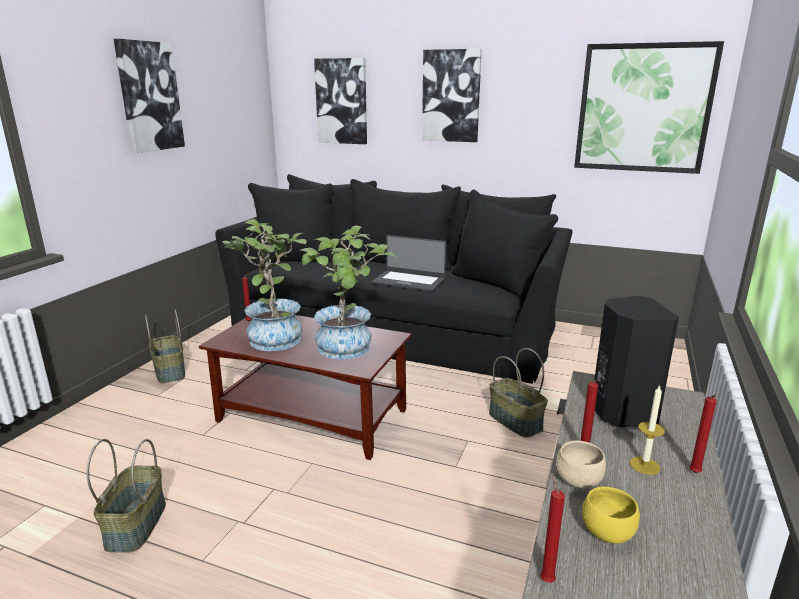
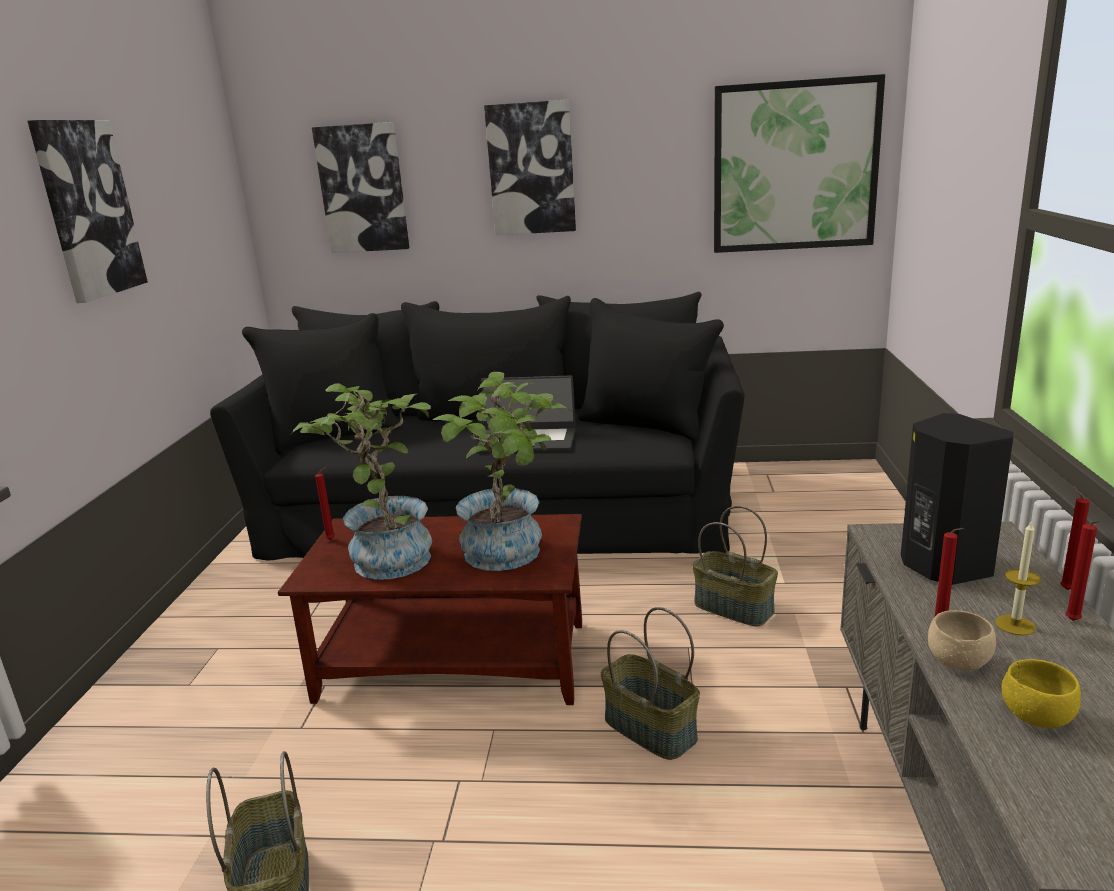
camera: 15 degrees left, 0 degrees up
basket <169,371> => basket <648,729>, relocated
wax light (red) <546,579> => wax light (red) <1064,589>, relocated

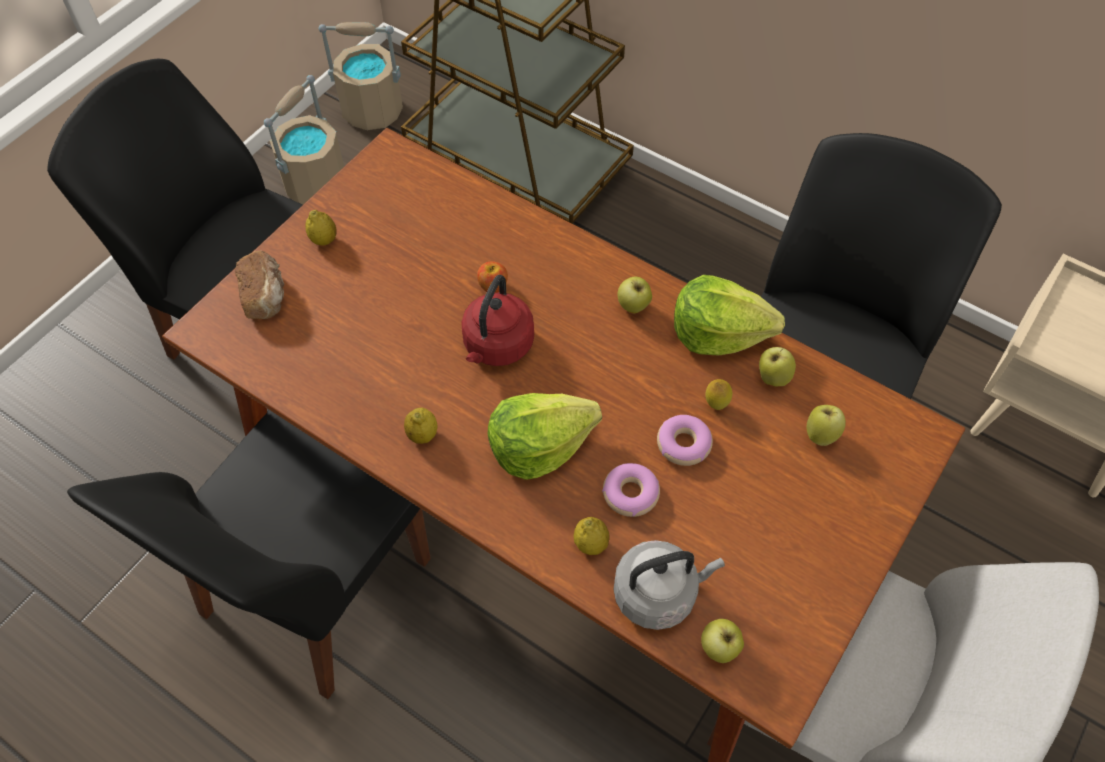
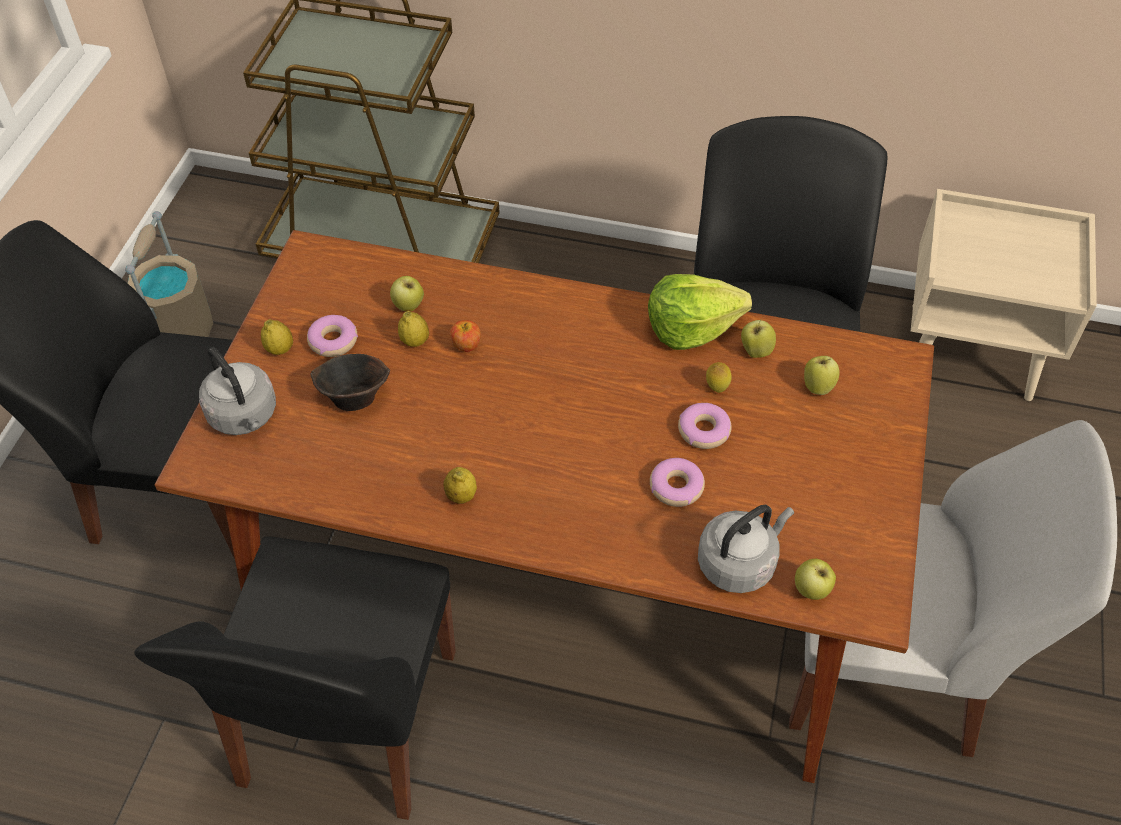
camera: 20 degrees left, 5 degrees down
bakery bread <265,295> => water kettle (greyish) <244,416>
bucket (beige-coloured) <372,111> => nothing
water kettle (red) <497,346> => nothing
lettuce head <539,445> => nothing
whole lemon <590,544> => whole lemon <415,341>, relocated
whole apple <633,307> => whole apple <409,307>, relocated
nothing => doughnut <333,341>
nothing => deep dish (brown-coloured) <353,397>

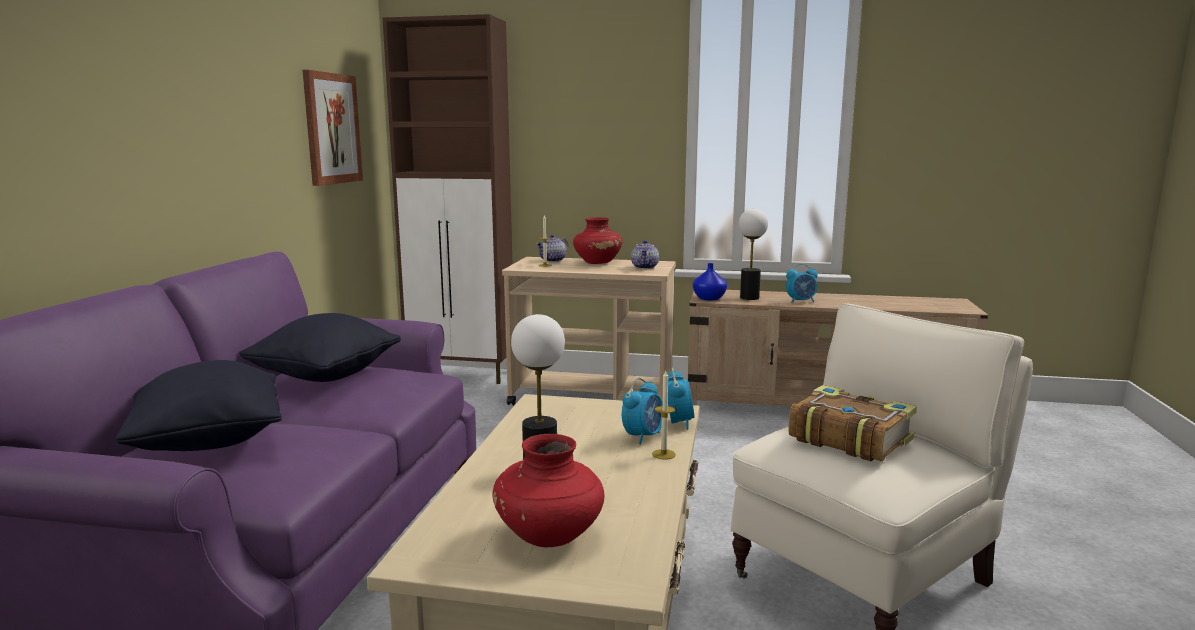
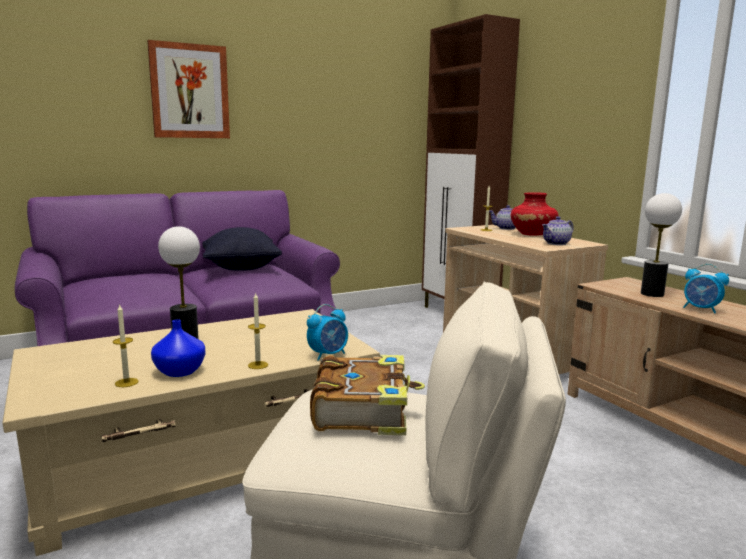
camera: 50 degrees right, 0 degrees up
pillow (black-coloured) <209,442> => nothing
wall picture <332,129> => wall picture <189,91>, relocated
vase (red) <550,536> => nothing
alarm clock <643,436> => nothing
vase (blue) <710,298> => vase (blue) <180,372>, relocated
nothing => wax light <126,382>

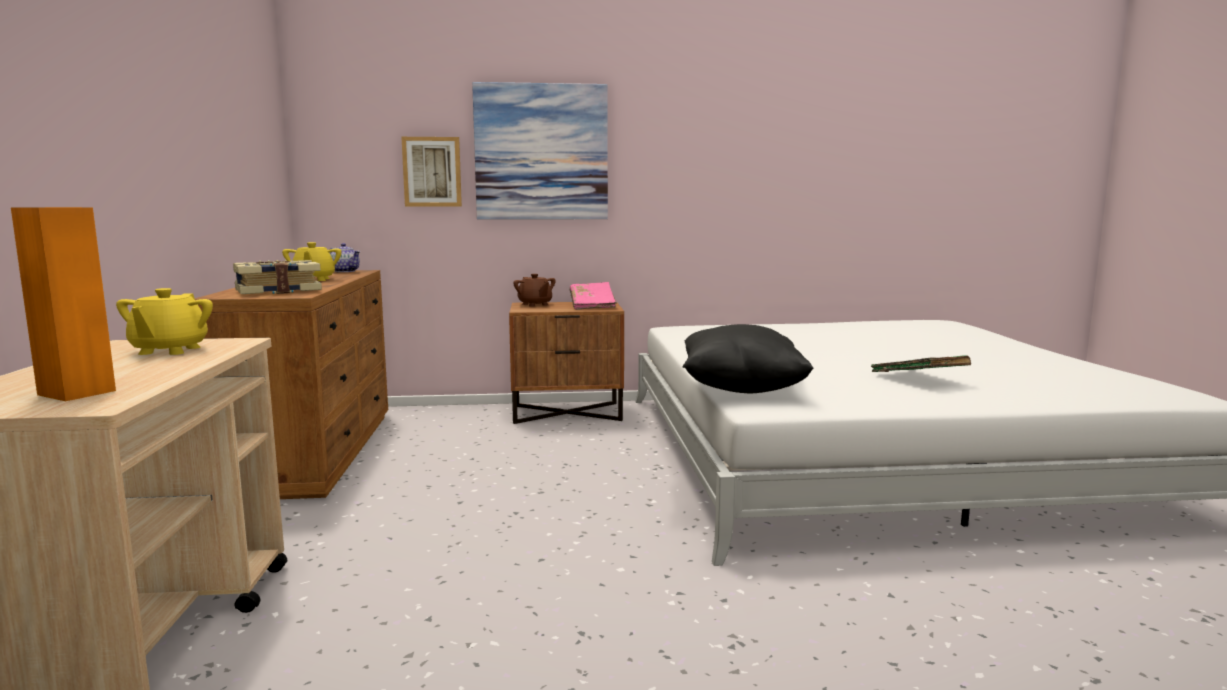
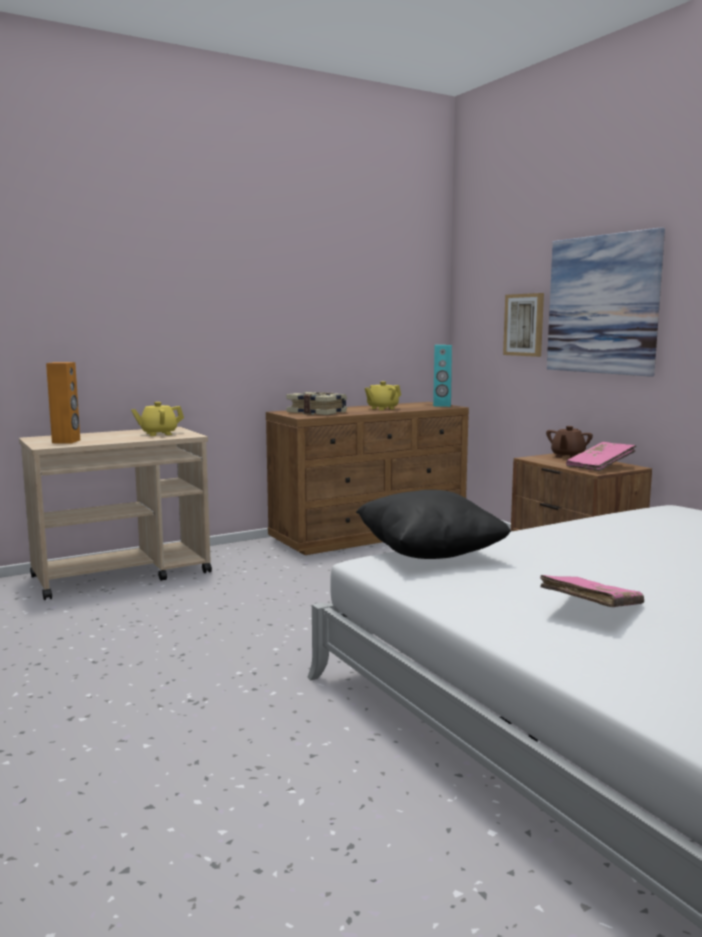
camera: 65 degrees right, 0 degrees up
tea pot <345,271> => audio speaker (turquoise) <442,405>
volume (green-coloured) <919,379> => volume (pink) <591,608>

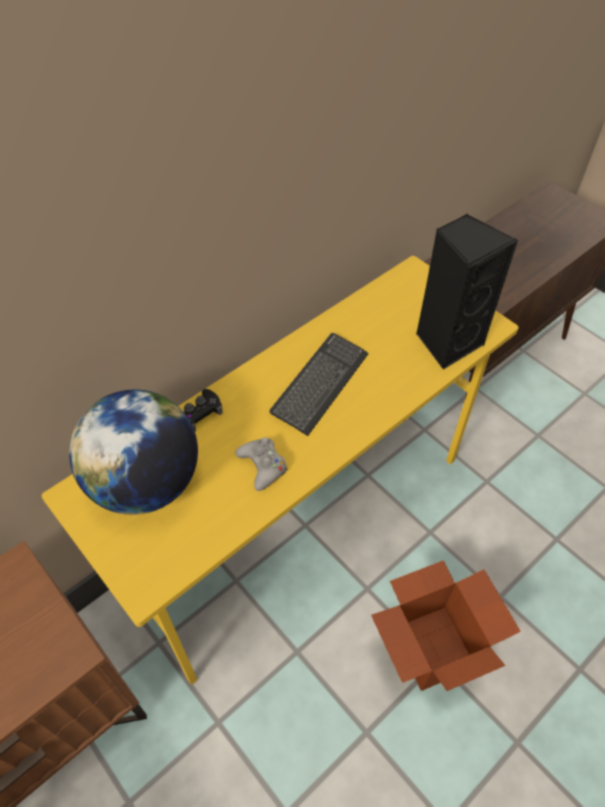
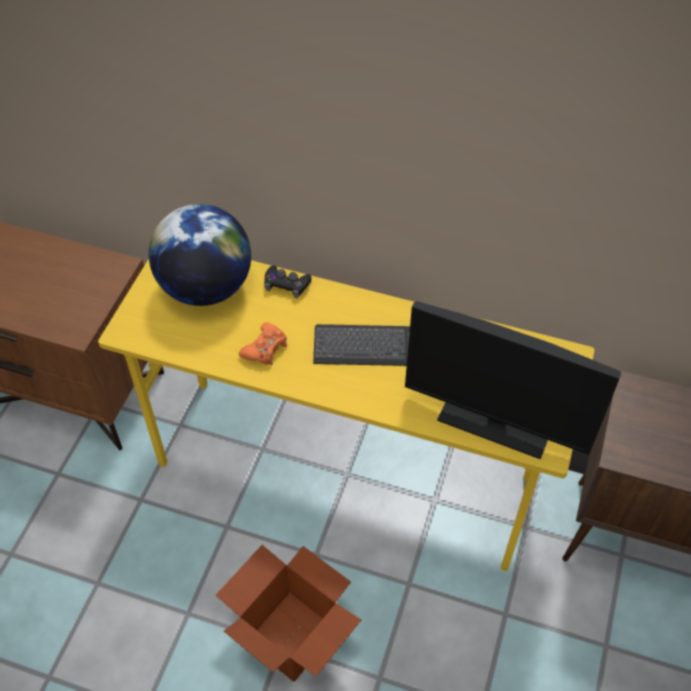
camera: 60 degrees right, 0 degrees up
joypad (greyish) <263,466> => joypad (orange) <265,349>
audio speaker (black-coloured) <447,342> => computer display <496,420>

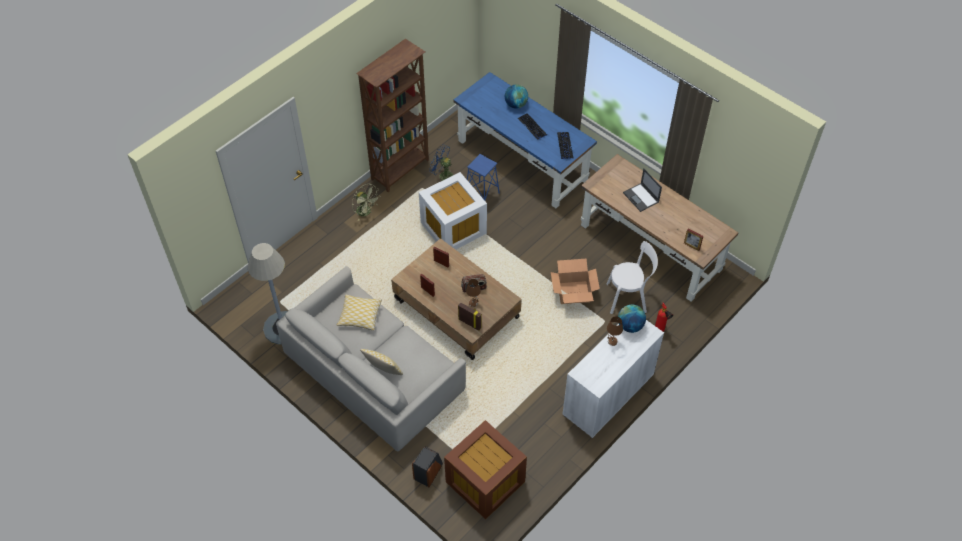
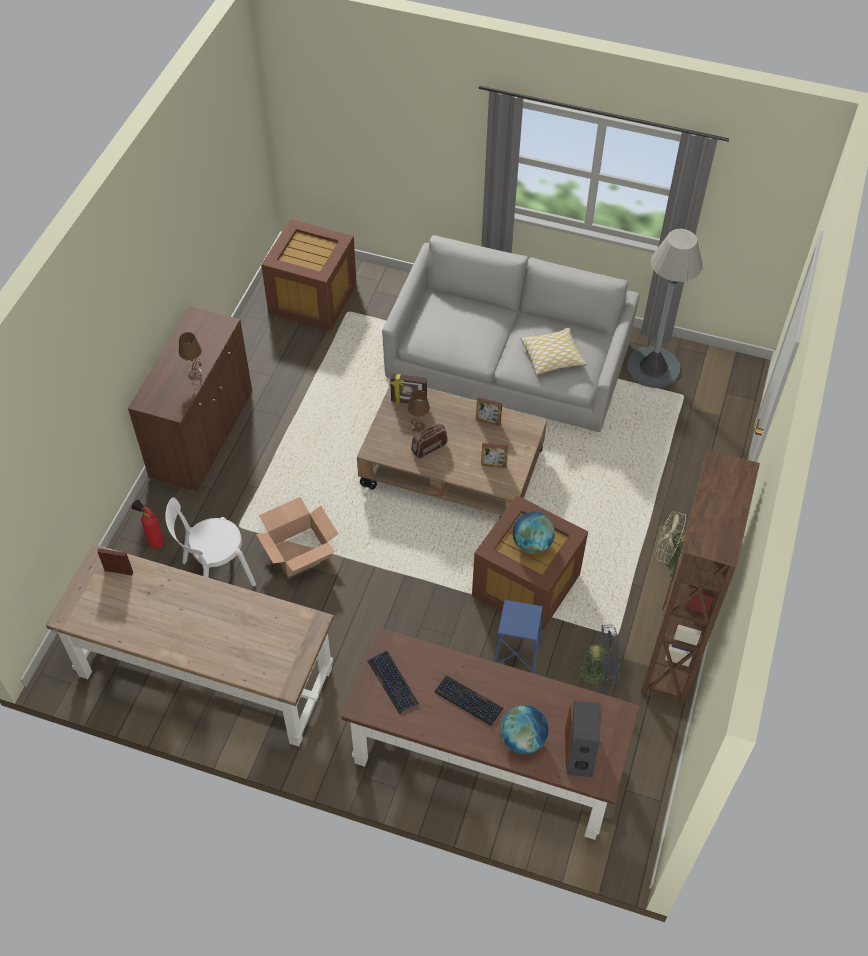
camera: 155 degrees right, 0 degrees up
pillow <383,371> => nothing
audio speaker <428,472> => audio speaker <580,751>, relocated
storage bin (white) <453,227> => storage bin (brown-coloured) <526,586>
desk (blue) <522,160> => desk (brown-coloured) <485,759>
cabinet (white) <608,394> => cabinet (brown-coloured) <202,434>
globe <630,326> => globe <532,544>, relocated
laptop <641,198> => nothing

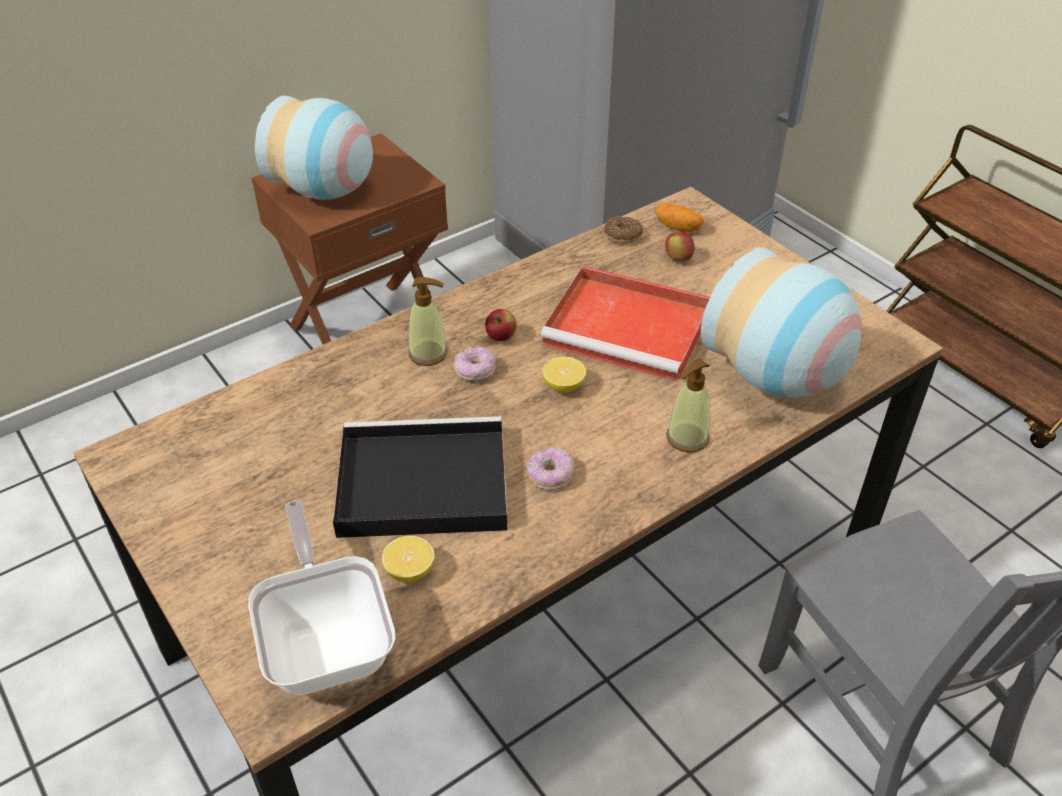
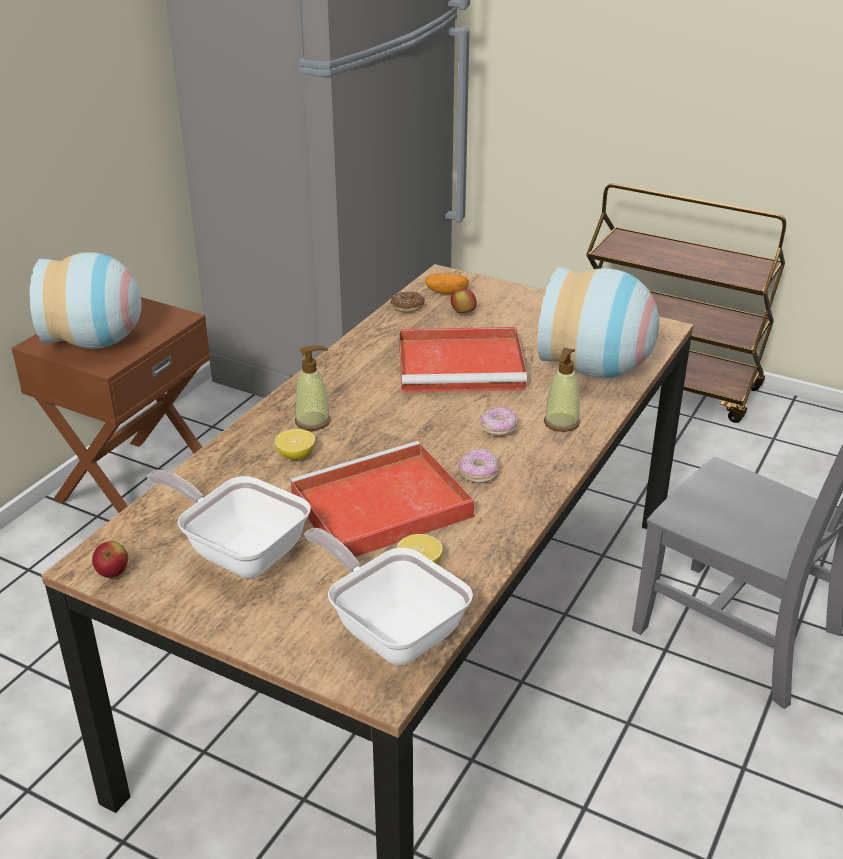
camera: 25 degrees left, 10 degrees down
tray (black-coloured) <419,483> => tray (red) <378,508>
doughnut <475,372> => doughnut <499,429>, relocated
whole apple <501,337> => whole apple <113,573>, relocated
whole lemon <563,386> => whole lemon <296,455>, relocated
nothing => pan <239,550>

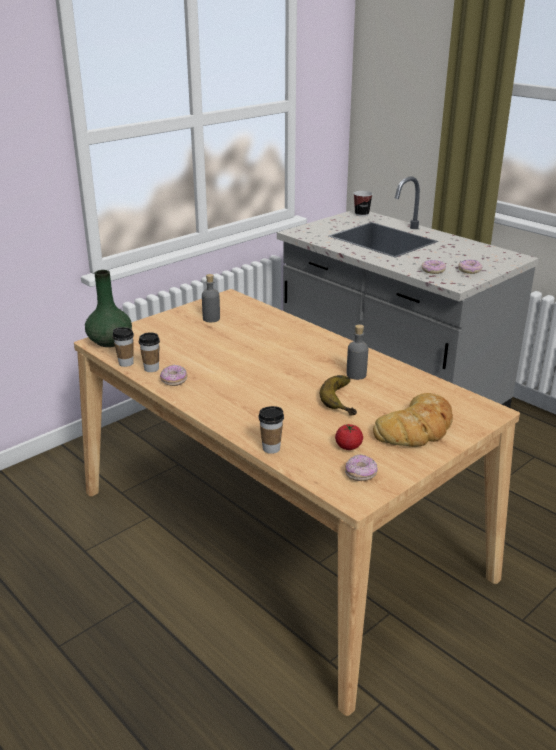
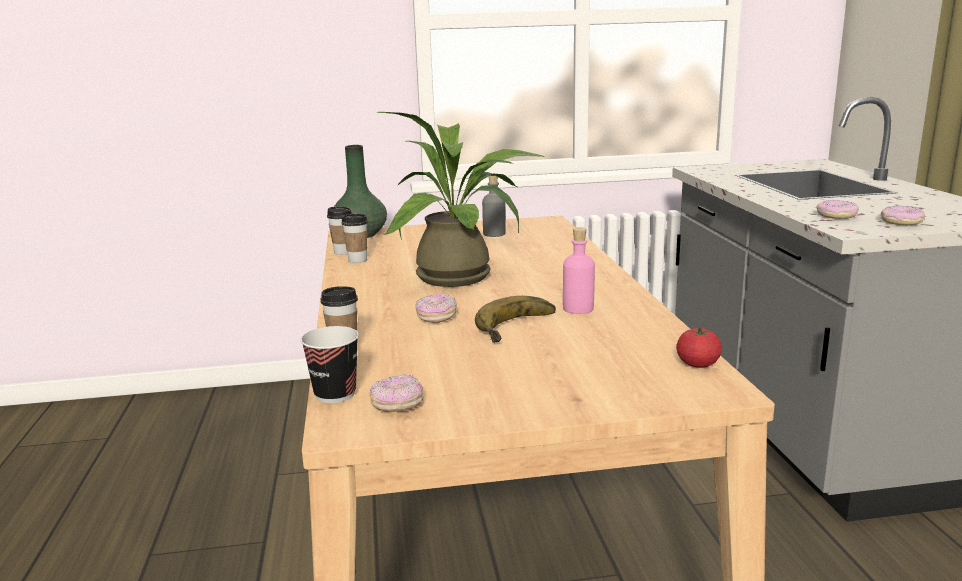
camera: 35 degrees right, 10 degrees down
doughnut <174,381> => doughnut <436,317>, relocated
fresh tomato <348,446> => fresh tomato <697,364>, relocated
drink bottle (greyish) <356,375> => drink bottle (pink) <578,308>
drinking cup <361,214> => drinking cup <335,394>, relocated
bakery bread <417,428> => nothing
nothing => potted plant <463,276>

